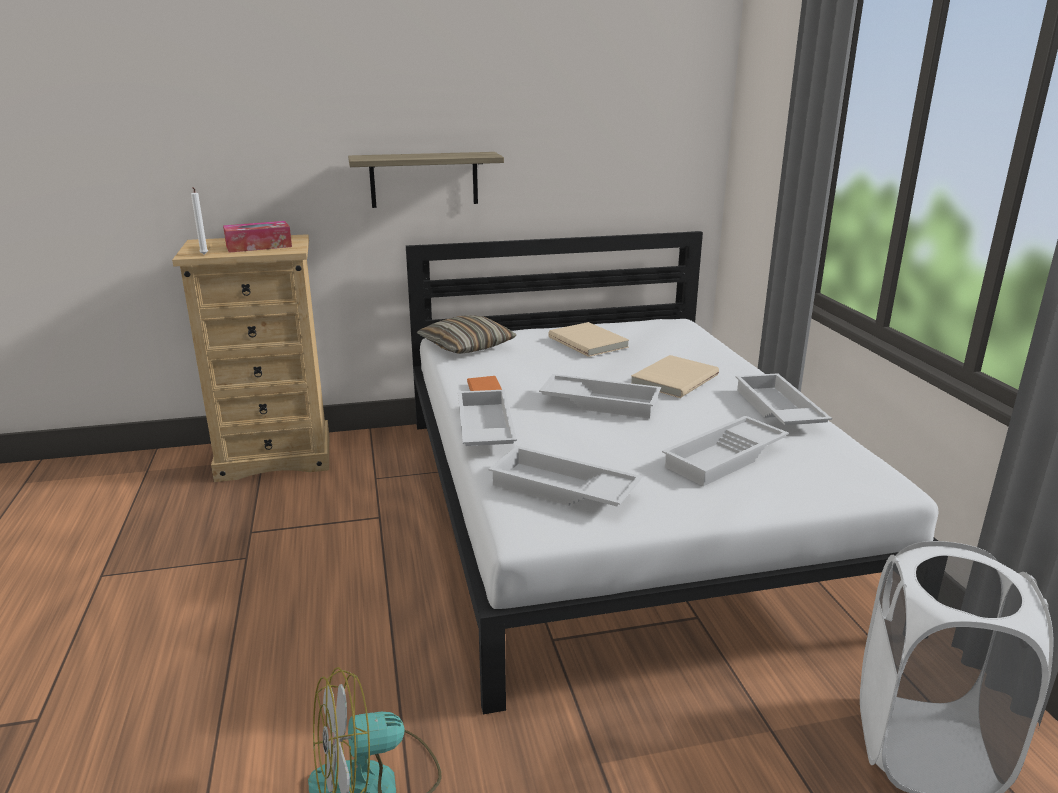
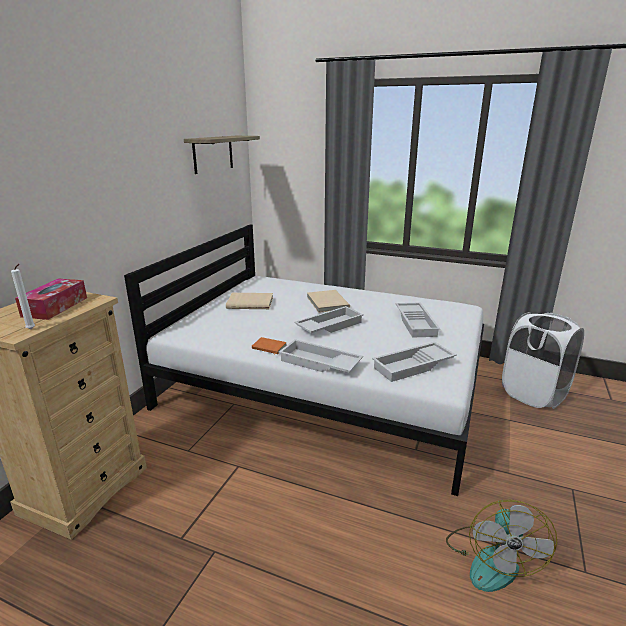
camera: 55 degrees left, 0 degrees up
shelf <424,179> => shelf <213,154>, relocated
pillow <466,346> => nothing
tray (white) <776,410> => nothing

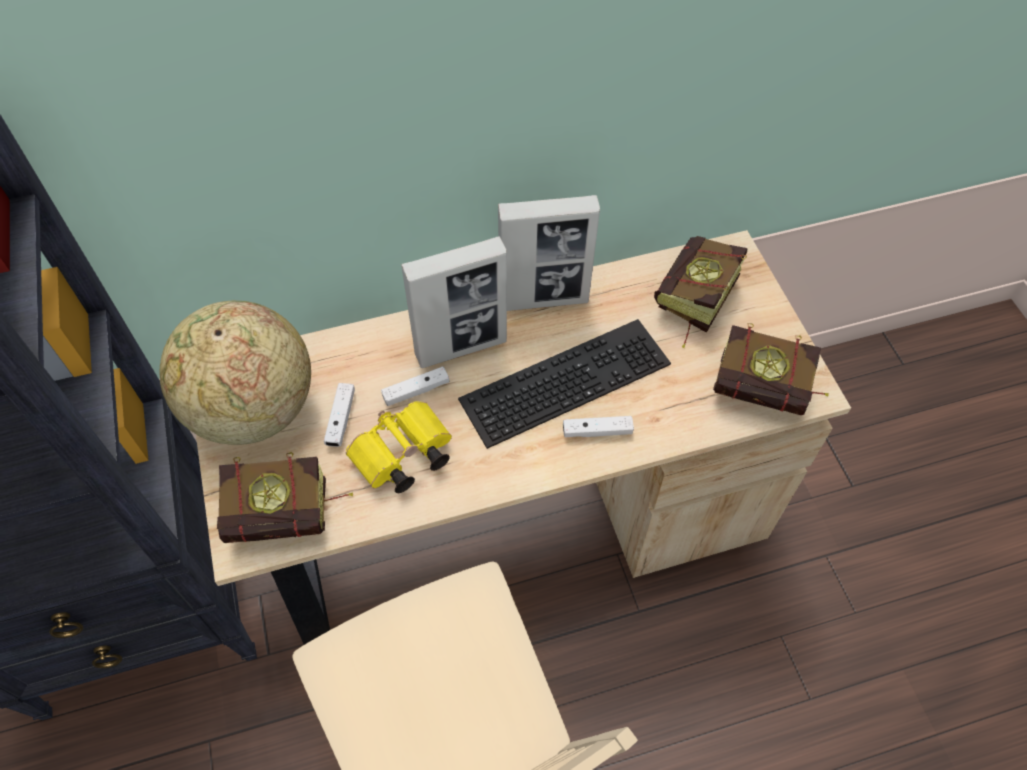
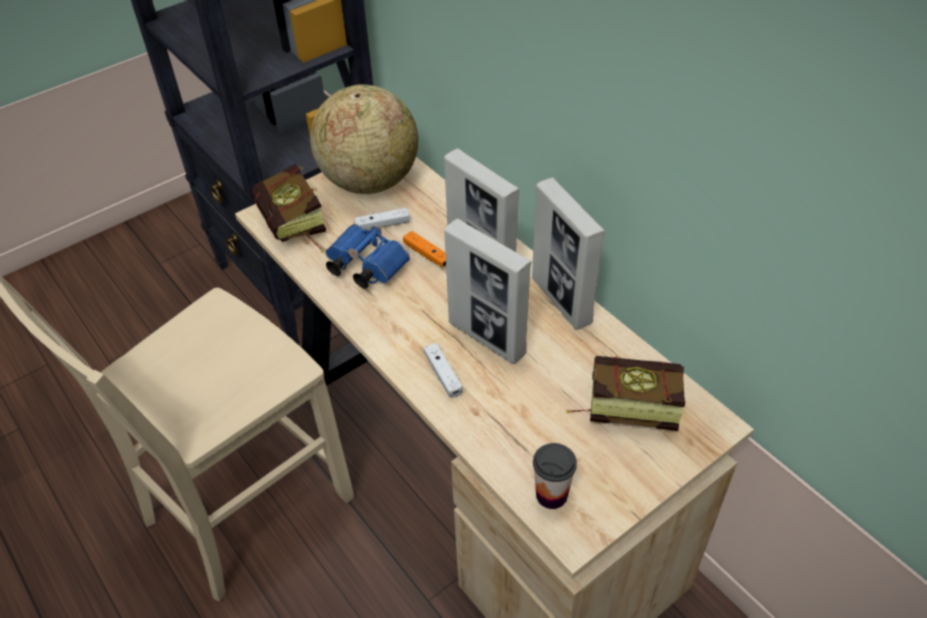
camera: 70 degrees right, 10 degrees down
pair of binoculars (yellowish) <401,458> => pair of binoculars (blue) <364,266>
joypad (white) <416,391> => joypad (orange) <427,254>
PC keyboard <565,378> => photo frame <487,338>
volume <769,393> => drinking cup <551,495>

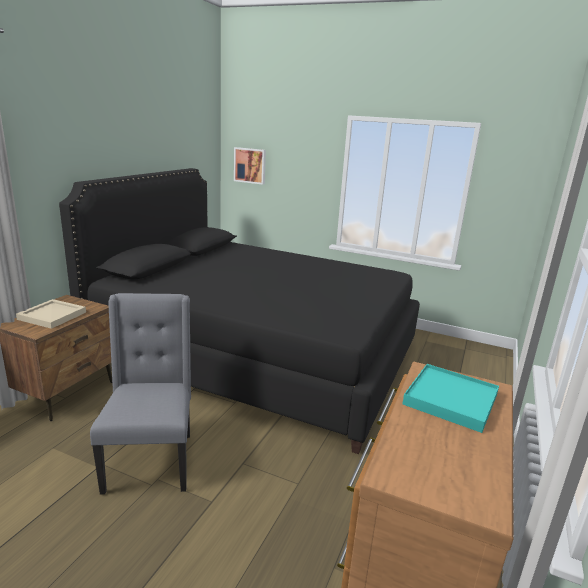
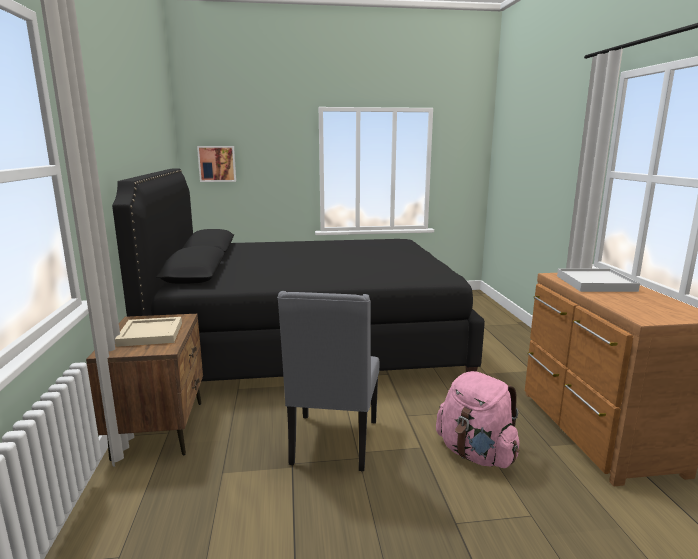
camera: 30 degrees left, 5 degrees down
plain chair (greyish) <151,461> => plain chair (greyish) <333,443>, 135 degrees counterclockwise
tray (turquoise) <451,400> => tray (white) <595,283>
nothing => backpack (pink) <476,454>

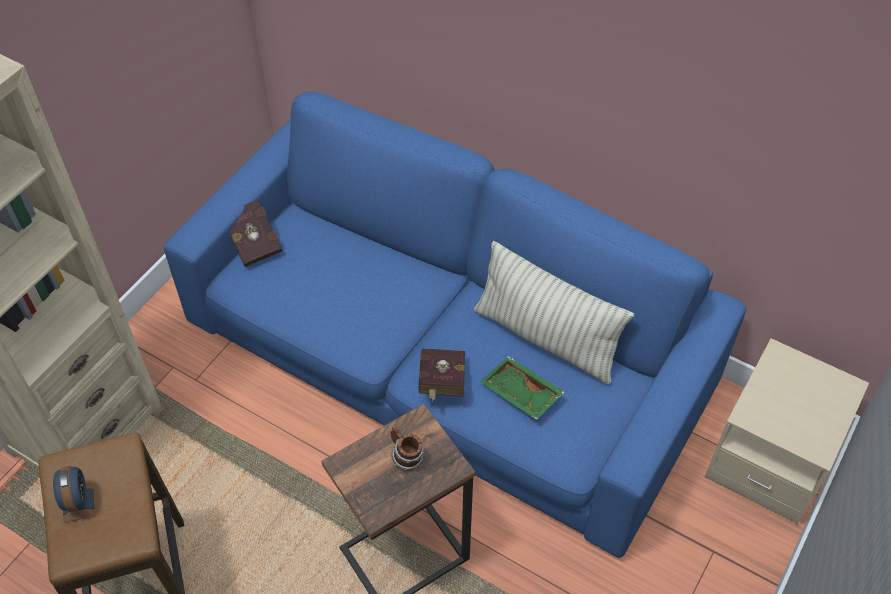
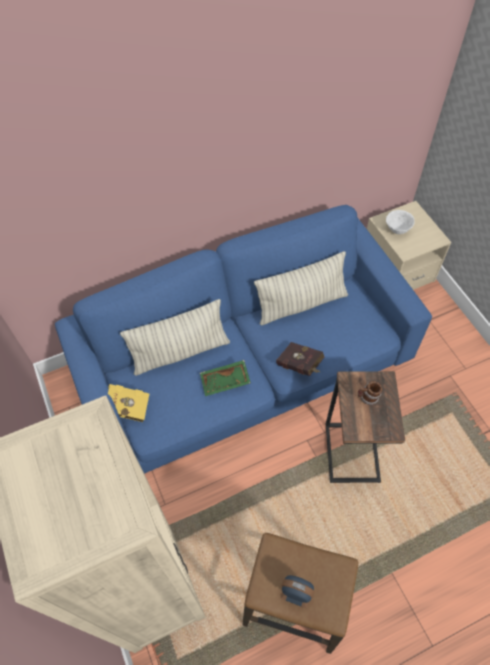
camera: 55 degrees left, 5 degrees up
volume (red) <253,241> => volume (yellowish) <126,407>
tray (green-coloured) <520,394> => tray (green-coloured) <225,382>, relocated
nothing => pillow <180,352>
nothing => deep dish (white) <397,229>

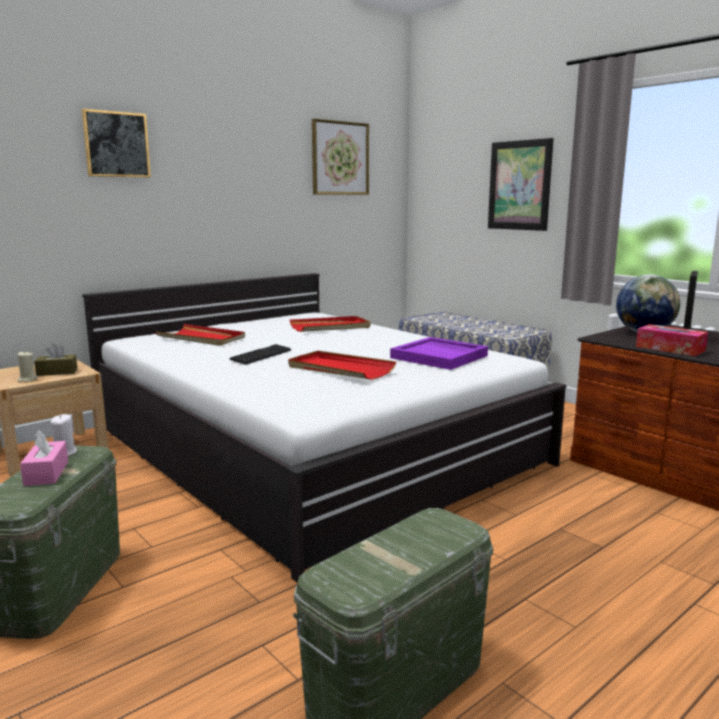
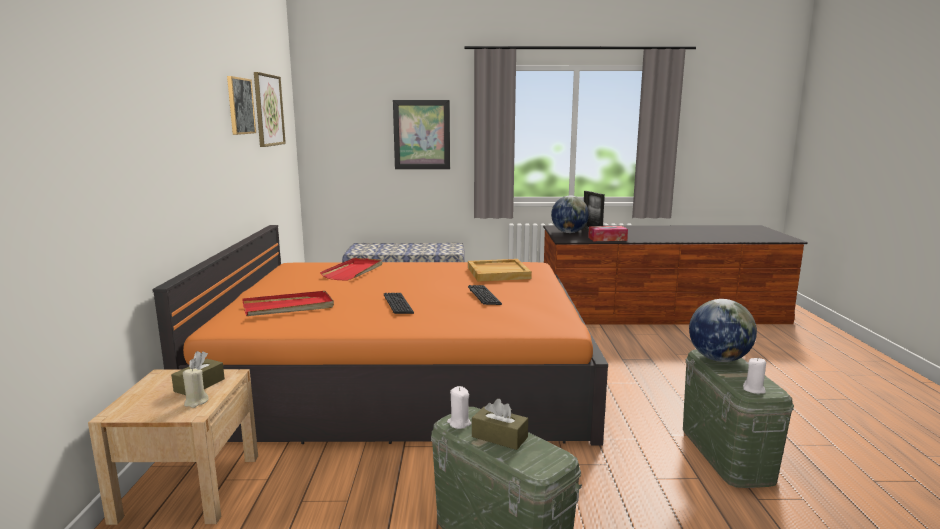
camera: 50 degrees left, 0 degrees up
tissue box (pink) <46,473> => tissue box (brown-coloured) <499,437>
wall picture <116,144> => wall picture <240,106>, relocated
bed (white) <310,445> => bed (orange) <404,375>
tray (red) <340,369> => PC keyboard <484,296>
tray (purple) <440,357> => tray (beige-coloured) <498,273>
nothing => globe <718,359>
nothing => wax light (white) <754,389>

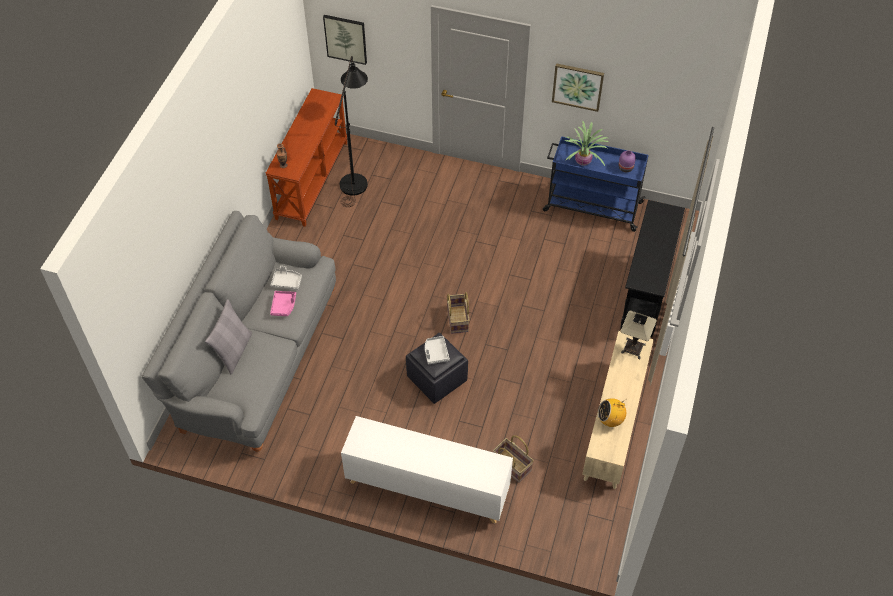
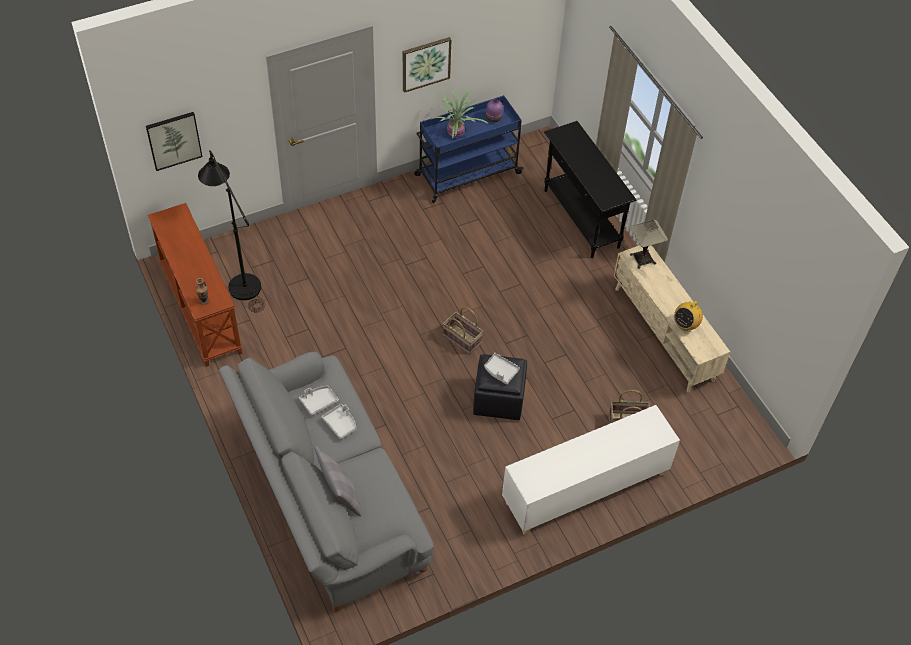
camera: 45 degrees left, 0 degrees up
tray (pink) <284,306> => tray (greyish) <341,424>

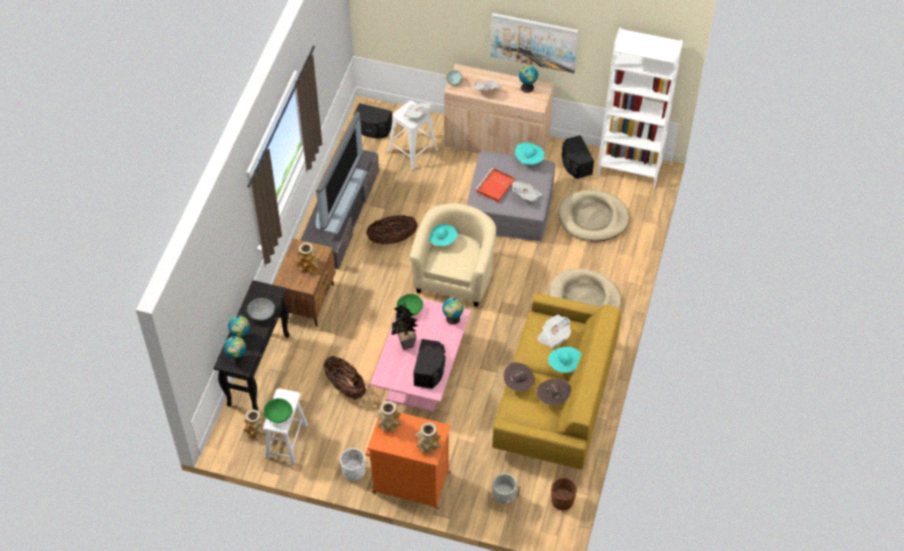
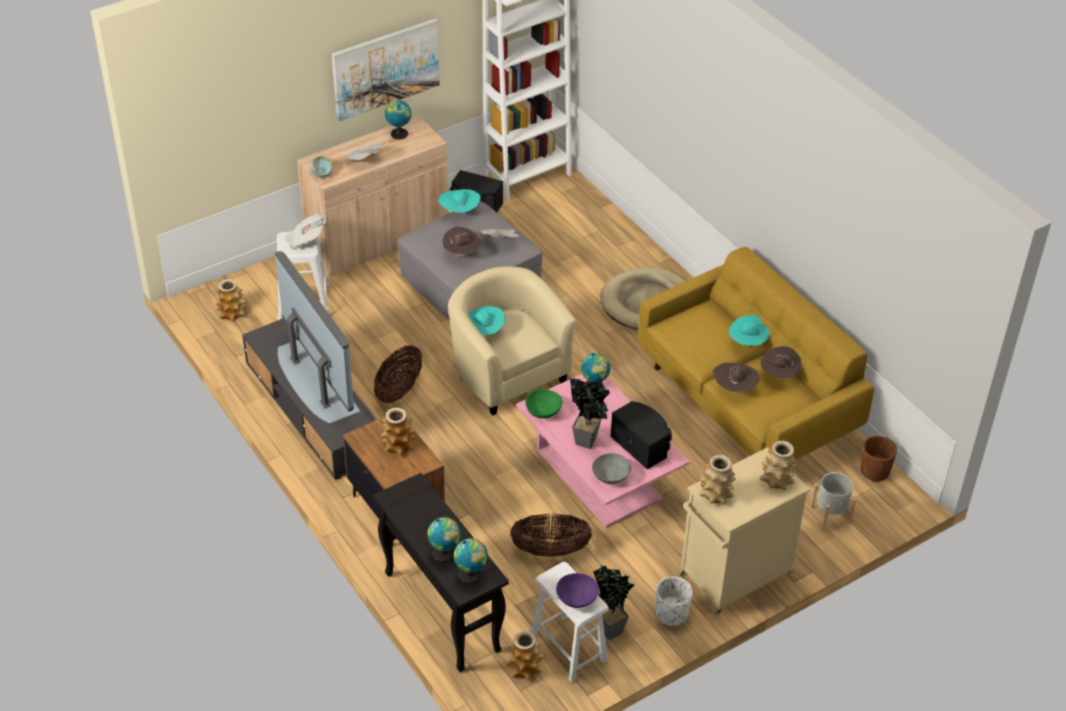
camera: 50 degrees left, 10 degrees down
deep dish (greyish) <261,314> => deep dish (greyish) <611,476>, relocated
deep dish (green-coloured) <278,415> => deep dish (purple) <576,599>
audio speaker (black-coloured) <372,129> => vase <232,313>
cabinet (orange) <409,482> => cabinet (beige-coloured) <733,575>
tray (red) <495,187> => clothing hat (brown-coloured) <461,254>
printed paper <553,336> => nothing
pet bed (beige-coloured) <593,218> => nothing
nothing => potted plant <610,627>

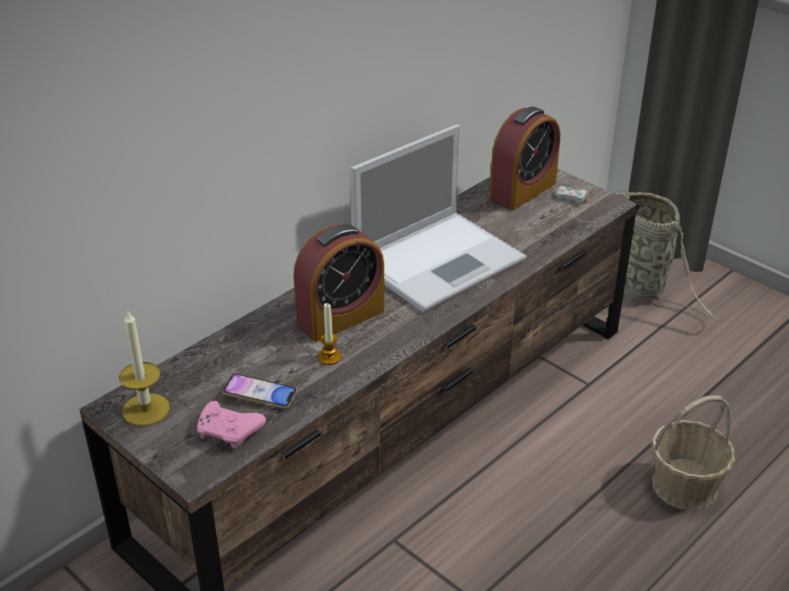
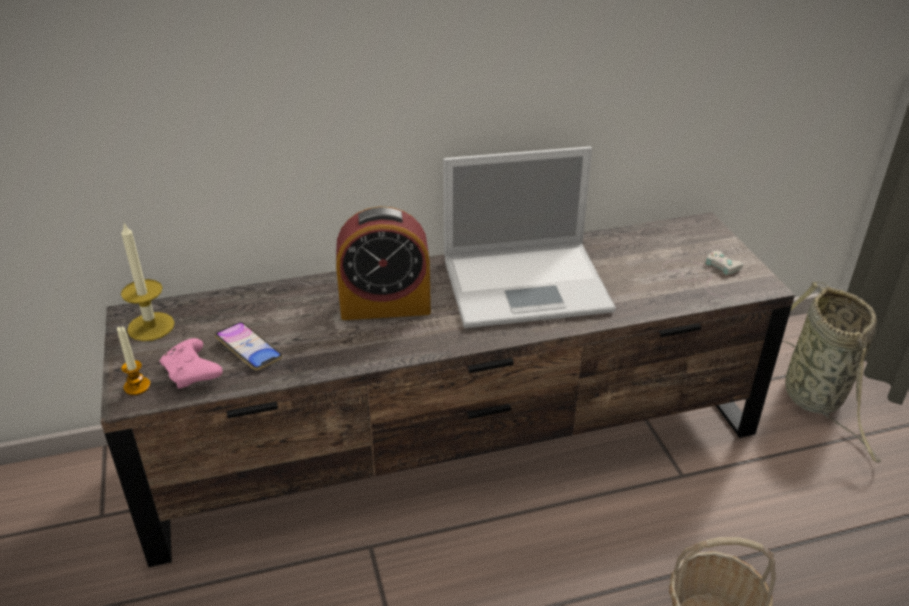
camera: 30 degrees right, 0 degrees up
wax light <329,357> => wax light <137,386>, relocated
alarm clock <522,191> => nothing

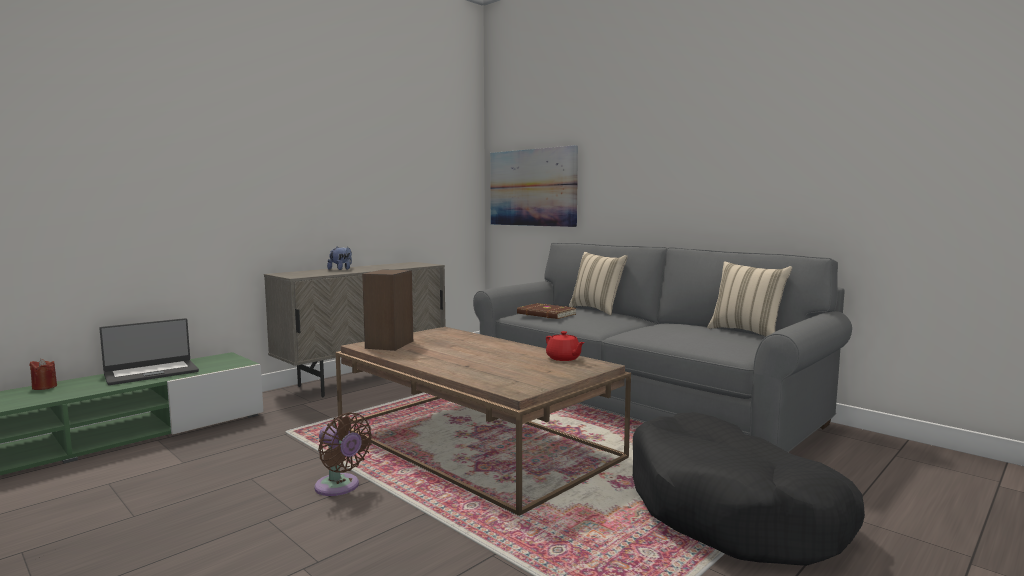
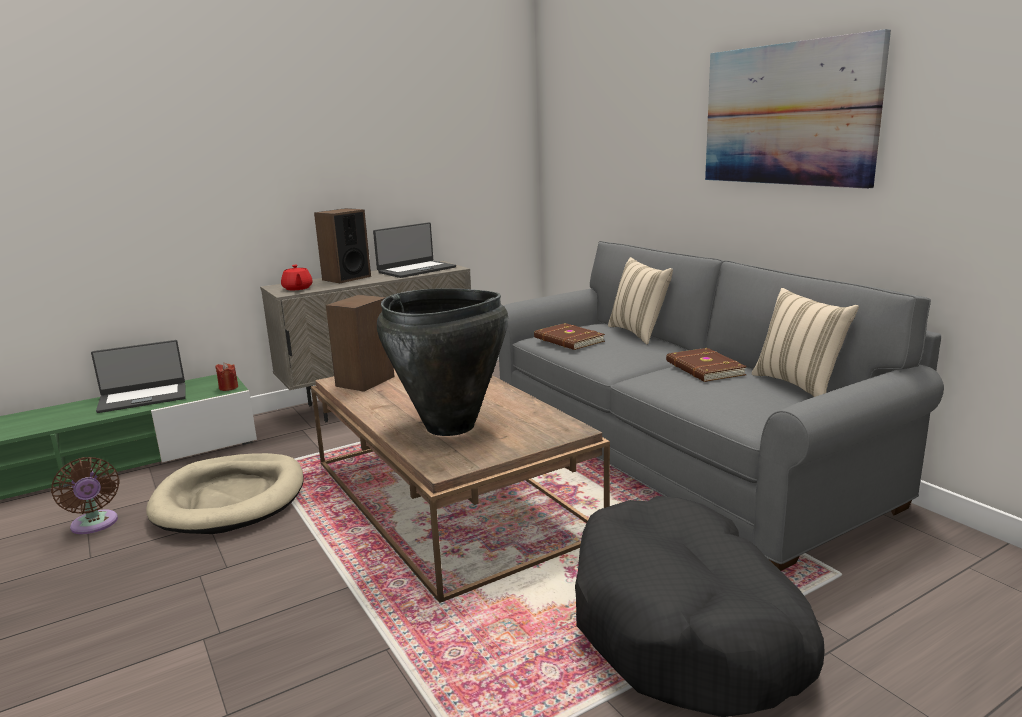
camera: 15 degrees right, 10 degrees up
wax light (red) <44,387> => wax light (red) <228,387>, relocated
fan (brown-coloured) <339,487> => fan (brown-coloured) <95,525>, relocated
cuddly toy <341,269> => audio speaker <346,278>
wall picture <532,187> => wall picture <788,114>, relocated
tea pot (red) <564,358> => tea pot (red) <297,288>, relocated
nothing => pet bed (beige-coloured) <230,498>
nothing => laptop <416,270>
nothing => vase (black-coloured) <449,426>
nothing => volume (brown-coloured) <704,369>

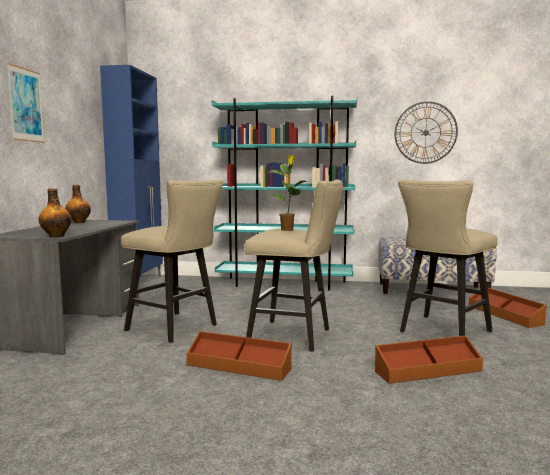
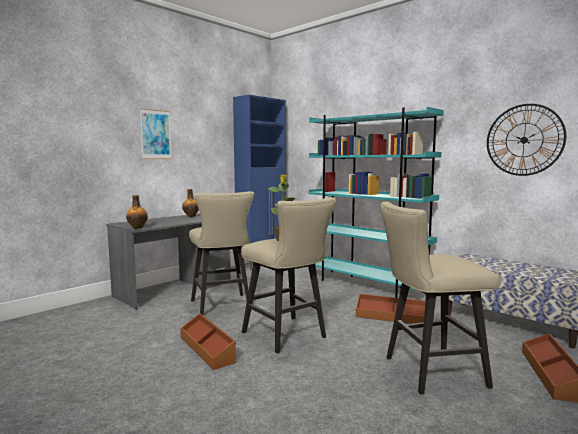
camera: 35 degrees right, 0 degrees up
storage bin (brown-coloured) <427,370> => storage bin (brown-coloured) <392,317>, relocated

